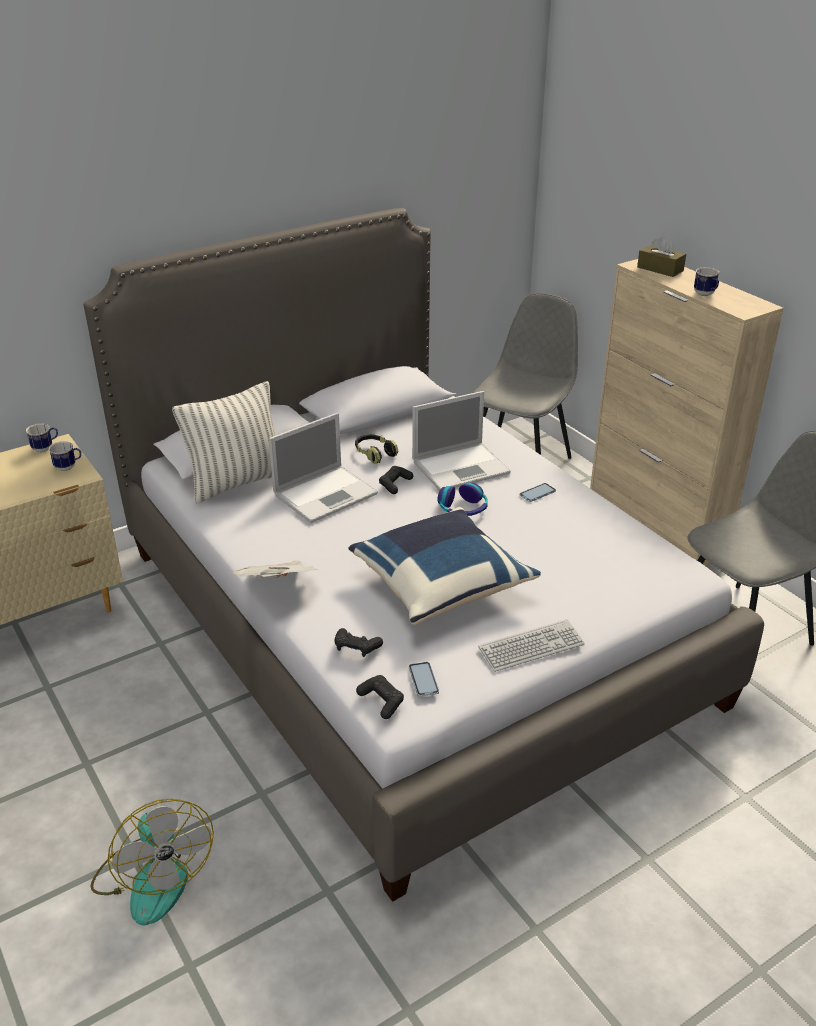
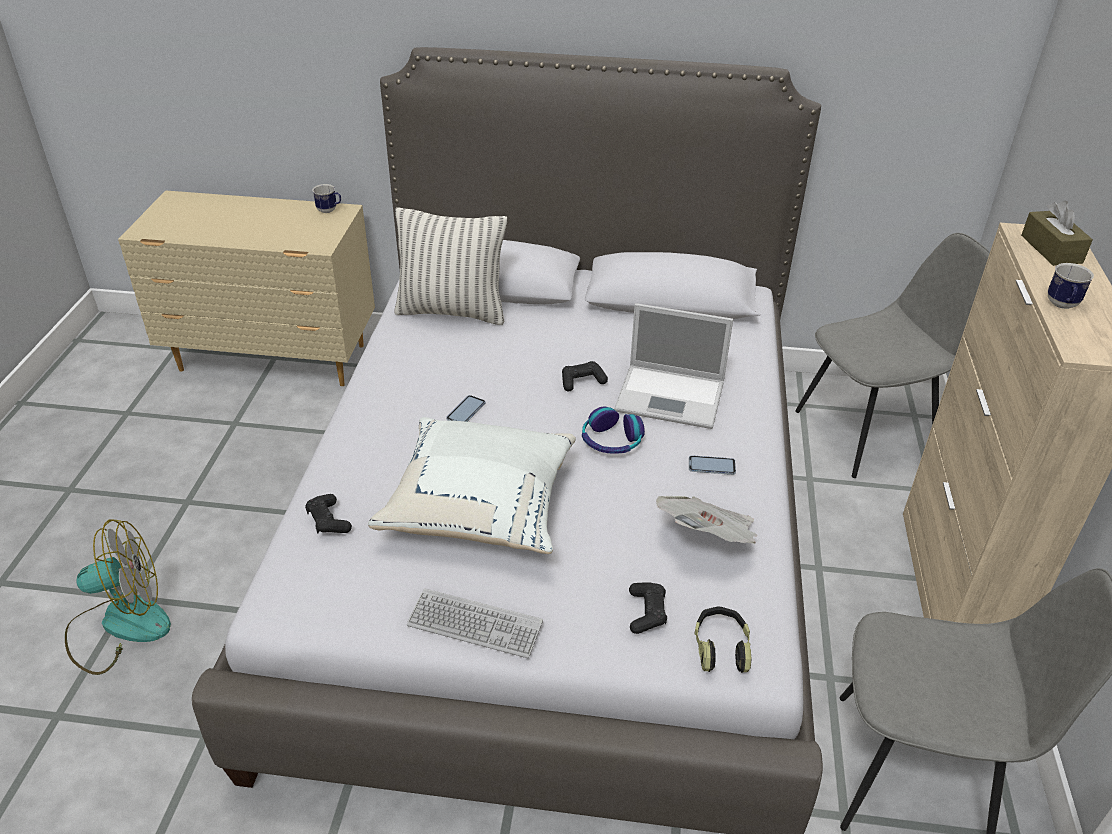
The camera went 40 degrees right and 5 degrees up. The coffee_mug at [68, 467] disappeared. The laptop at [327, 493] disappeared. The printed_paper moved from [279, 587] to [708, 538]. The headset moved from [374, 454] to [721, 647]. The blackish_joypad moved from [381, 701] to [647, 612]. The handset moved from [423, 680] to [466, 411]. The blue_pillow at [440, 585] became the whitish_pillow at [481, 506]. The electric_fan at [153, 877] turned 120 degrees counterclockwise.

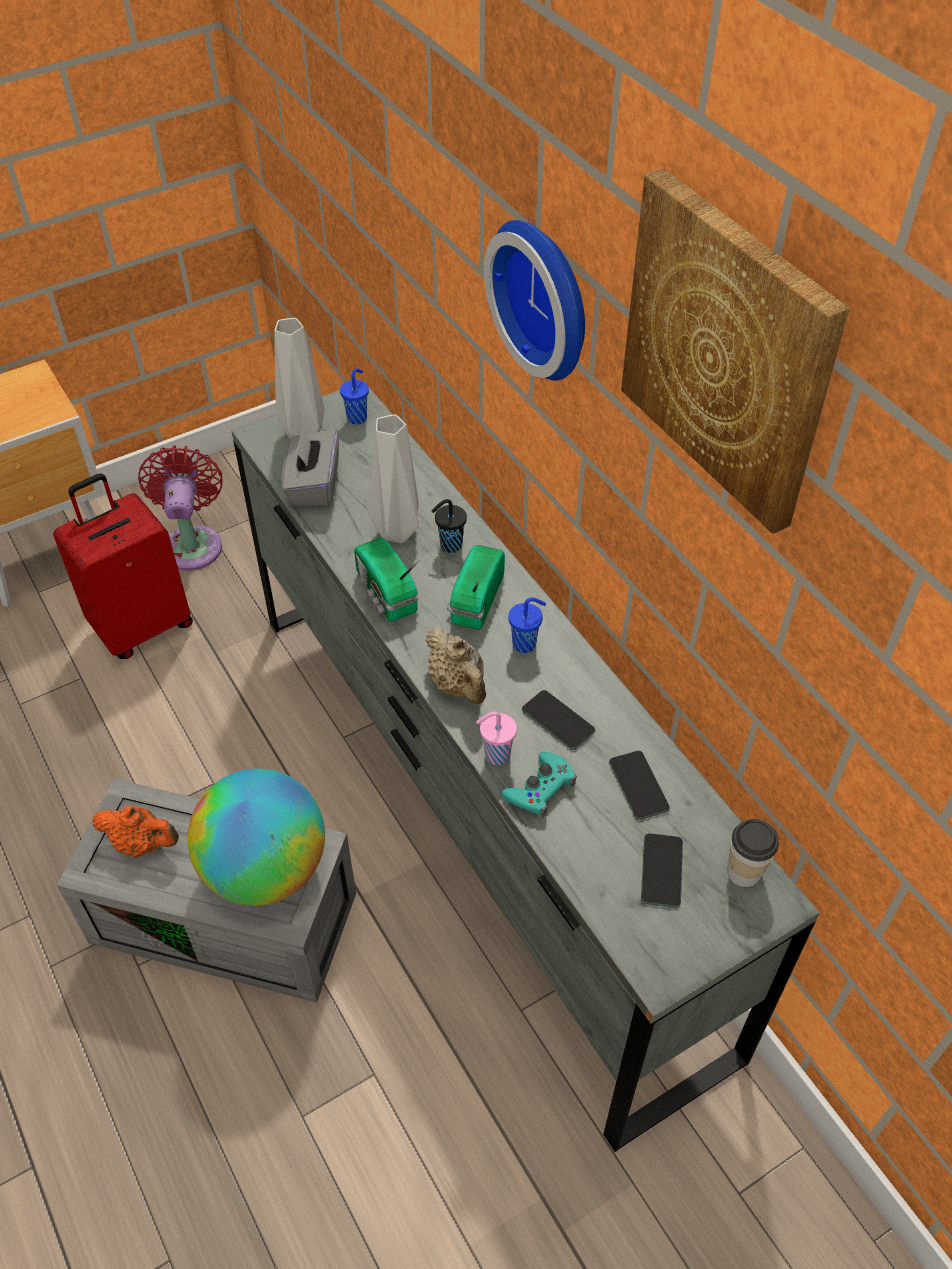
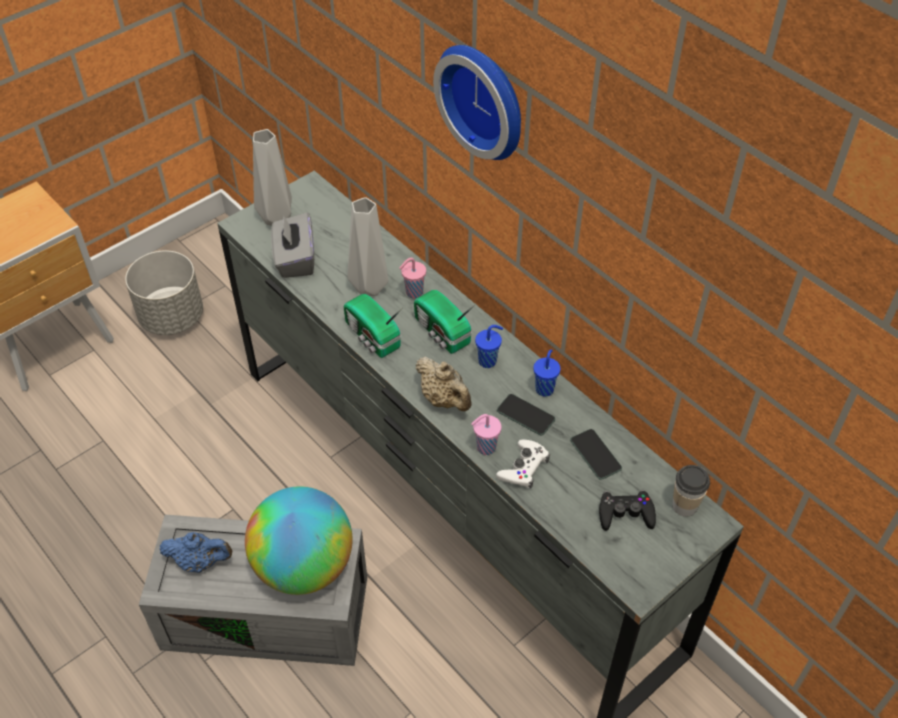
The camera went 10 degrees left and 0 degrees up. The reddish_travel_case at [141, 626] disappeared. The picture at [729, 351] disappeared. The blue_drinking_cup moved from [357, 417] to [544, 388]. The reddish_electric_fan at [193, 543] was replaced by the greyish_planter at [171, 317]. The handset at [661, 870] was replaced by the blackish_joypad at [625, 514]. The orangey_tea_pot at [142, 843] became the blue_tea_pot at [200, 561]. The blackish_drinking_cup at [449, 545] became the pinkish_drinking_cup at [413, 293]. The turquoise_joypad at [540, 789] became the whitish_joypad at [523, 468]. The radio_receiver at [474, 600] turned 45 degrees counterclockwise.

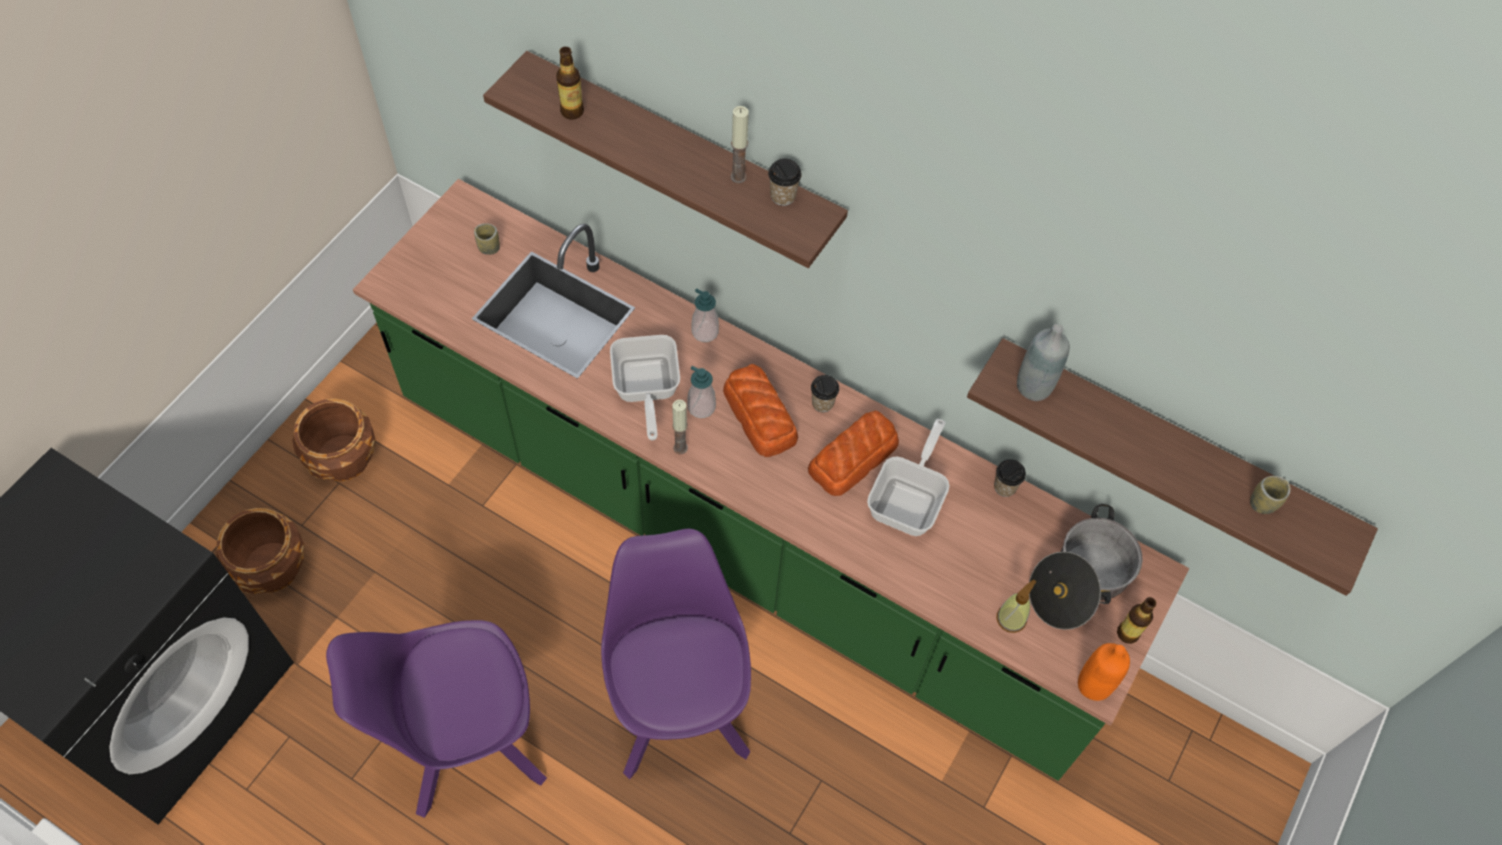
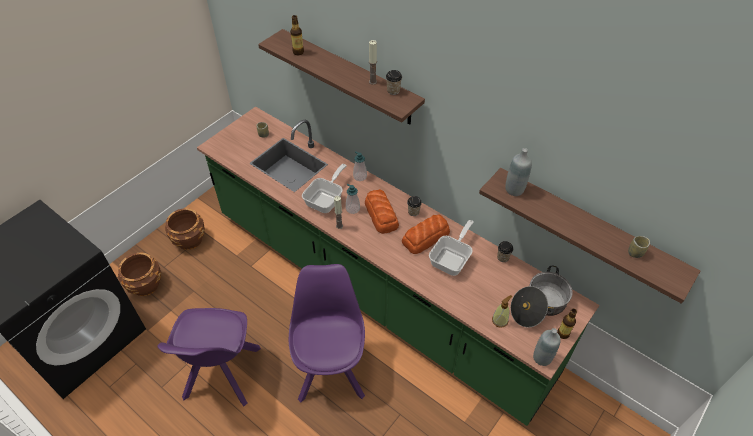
The camera went 10 degrees right and 10 degrees down. The orangey_beverage_bottle at [1093, 685] became the greyish_beverage_bottle at [542, 358]. The purplish_upright_chair at [465, 741] turned 75 degrees counterclockwise. The pan at [645, 390] turned 150 degrees counterclockwise.

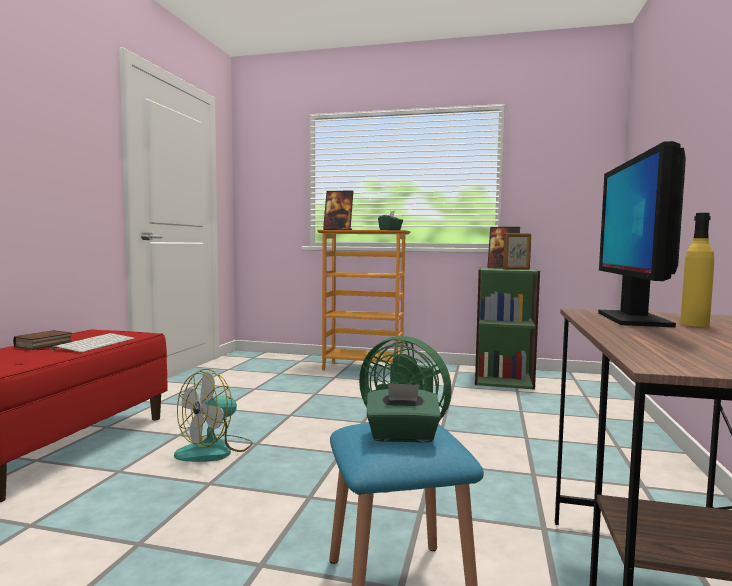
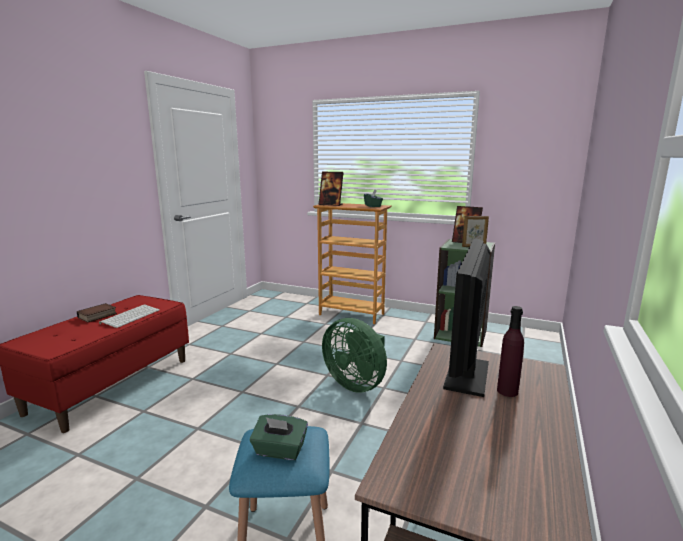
The camera went 10 degrees right and 10 degrees up. The electric_fan at [215, 450] disappeared. The yellow_beverage_bottle at [694, 324] became the purplish_beverage_bottle at [507, 391].

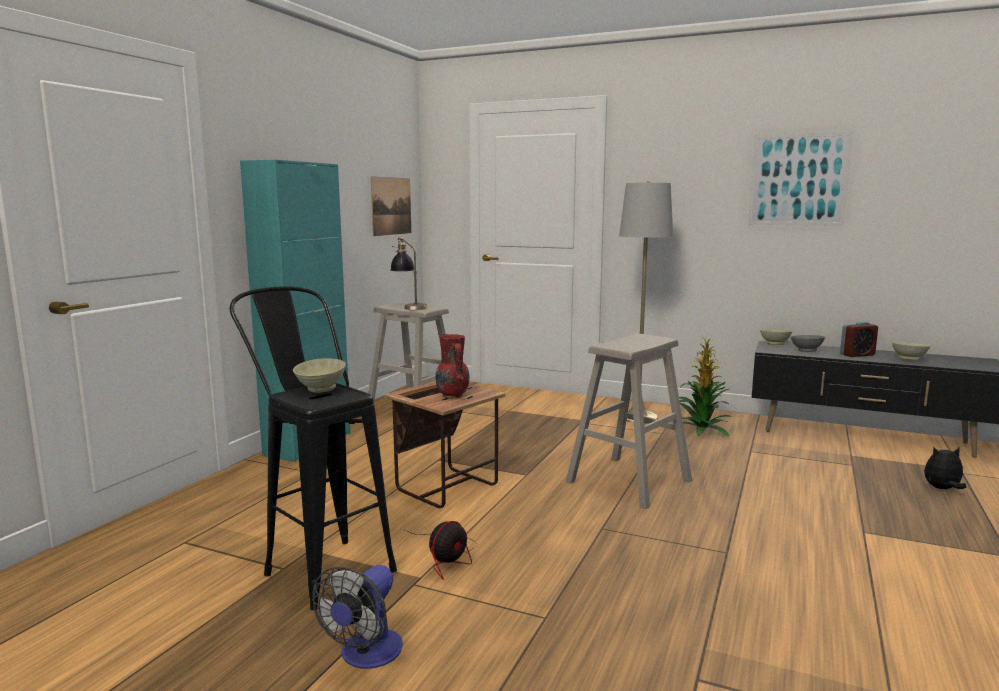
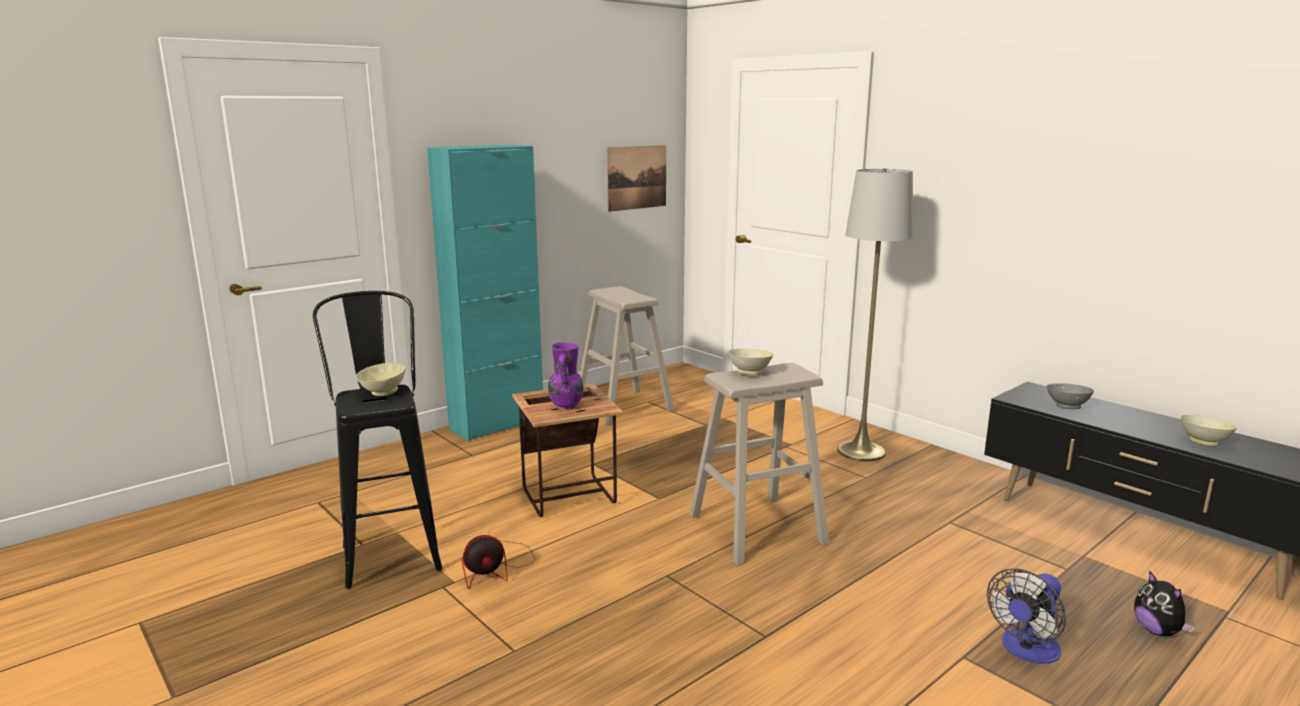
The camera went 25 degrees right and 5 degrees up. The tabletop_lamp at [409, 307] disappeared. The plant_in_a_pot at [701, 429] disappeared. The picture at [798, 179] disappeared. The table_clock at [857, 355] disappeared. The electric_fan moved from [365, 656] to [1026, 651]. The beige-coloured_deep_dish moved from [775, 344] to [750, 372]. The reddish_vase at [452, 396] became the purplish_vase at [566, 407]. The cuddly_toy at [942, 489] turned 135 degrees counterclockwise.

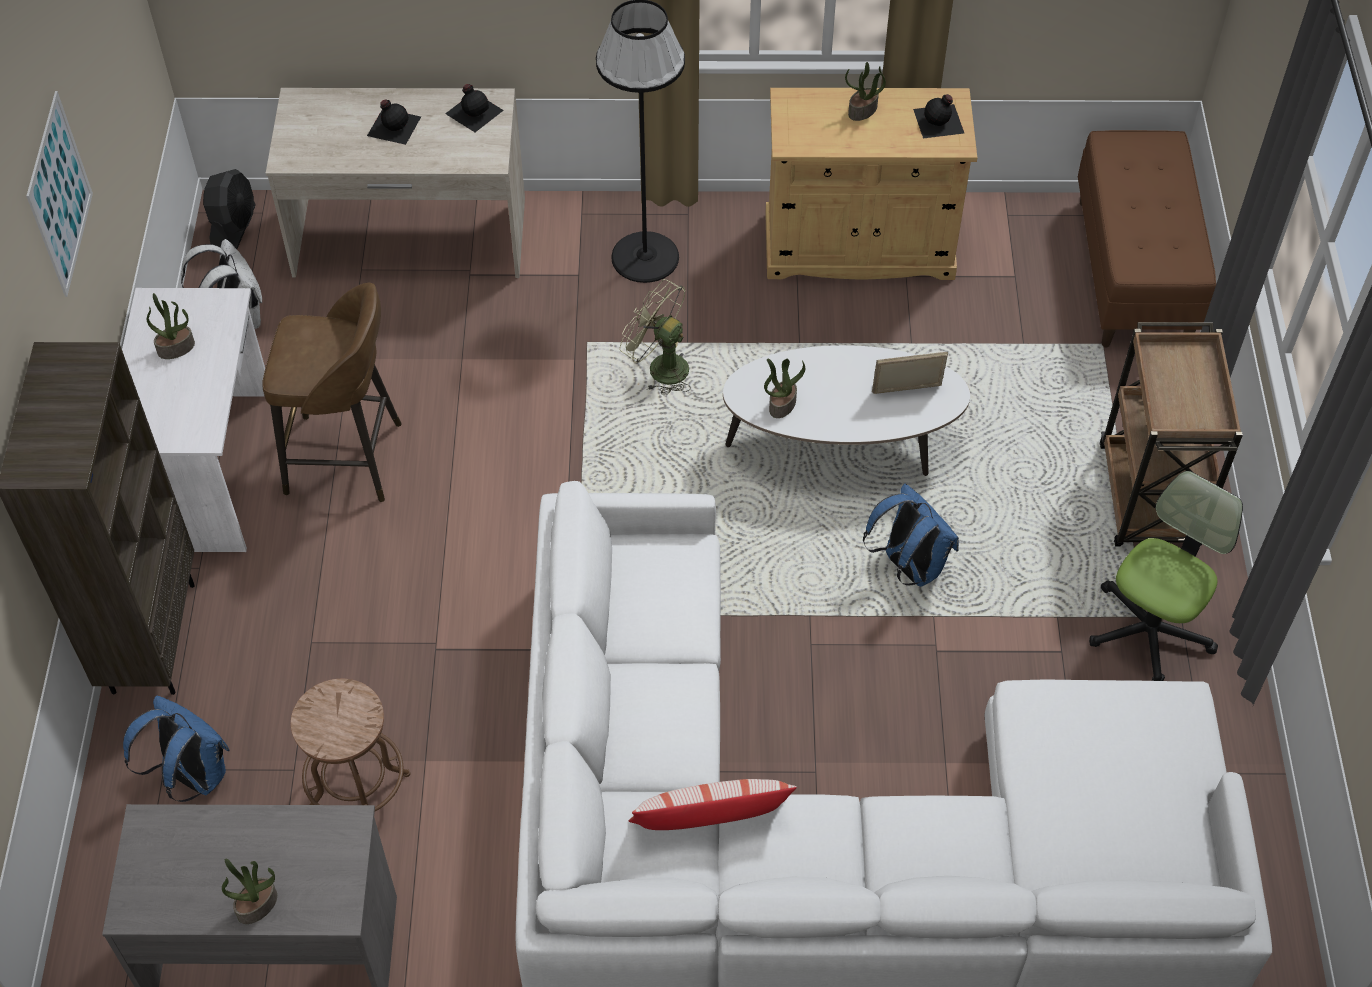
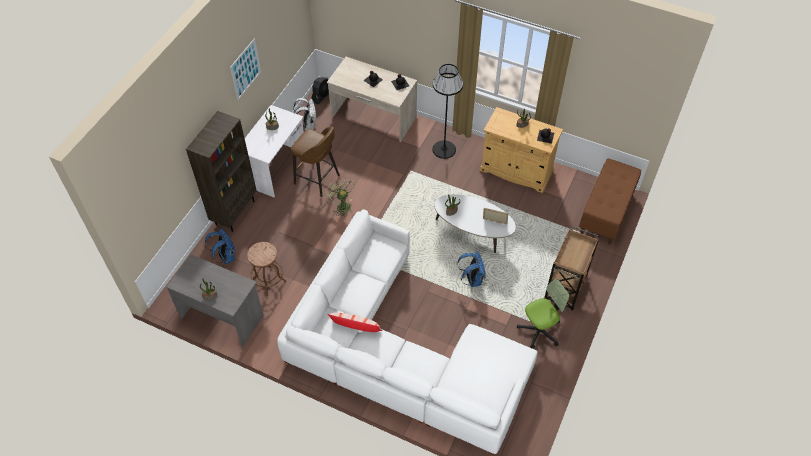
The camera went 25 degrees right and 0 degrees up. The green-coloured_electric_fan moved from [660, 367] to [341, 205].

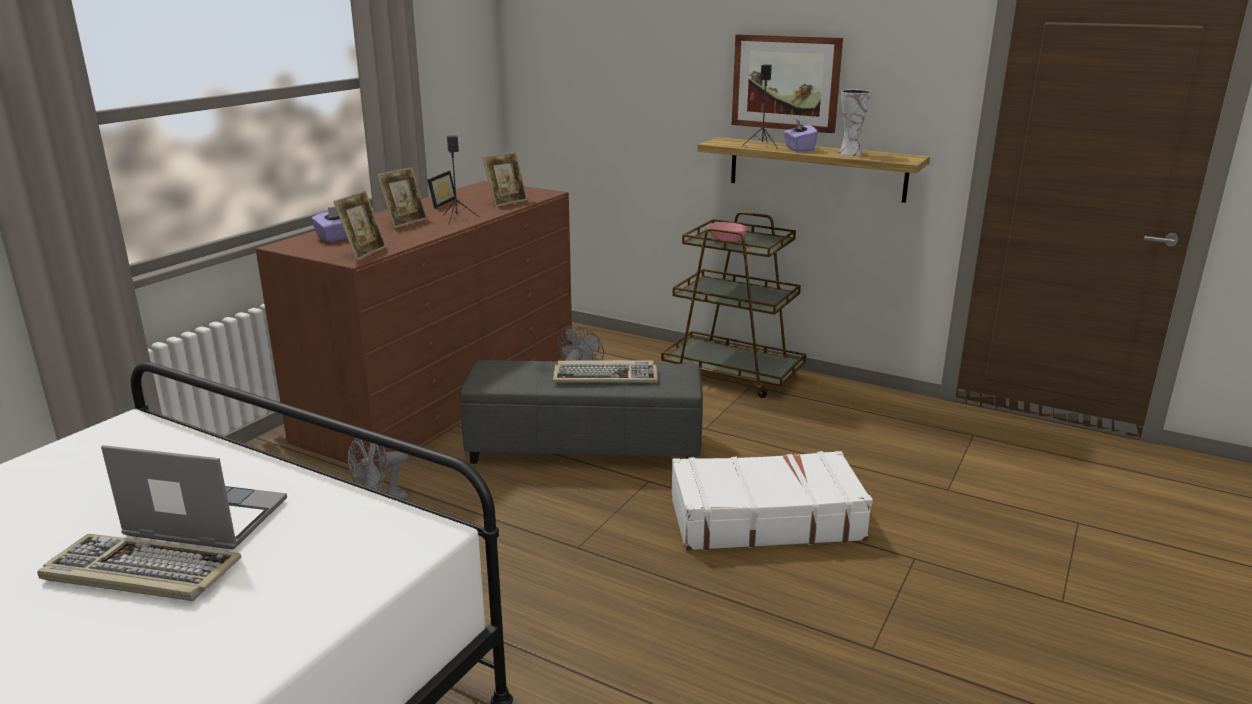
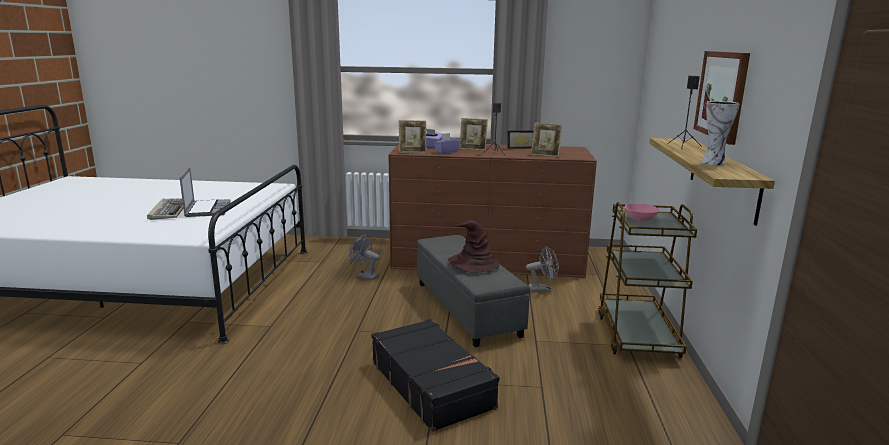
The camera went 65 degrees right and 5 degrees down. The purplish_tissue_holder moved from [799, 149] to [446, 152]. The computer_keyboard at [606, 376] was replaced by the brownish_clothing_hat at [472, 264]. The whitish_travel_case at [764, 518] became the blackish_travel_case at [432, 384].

